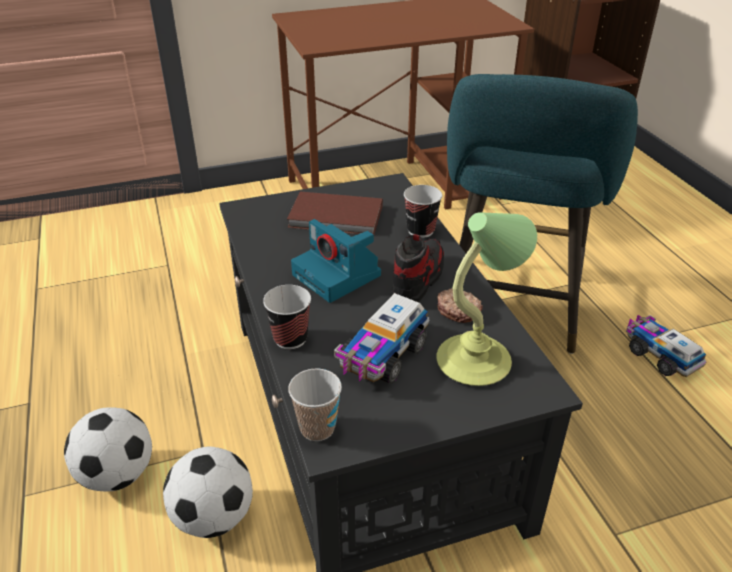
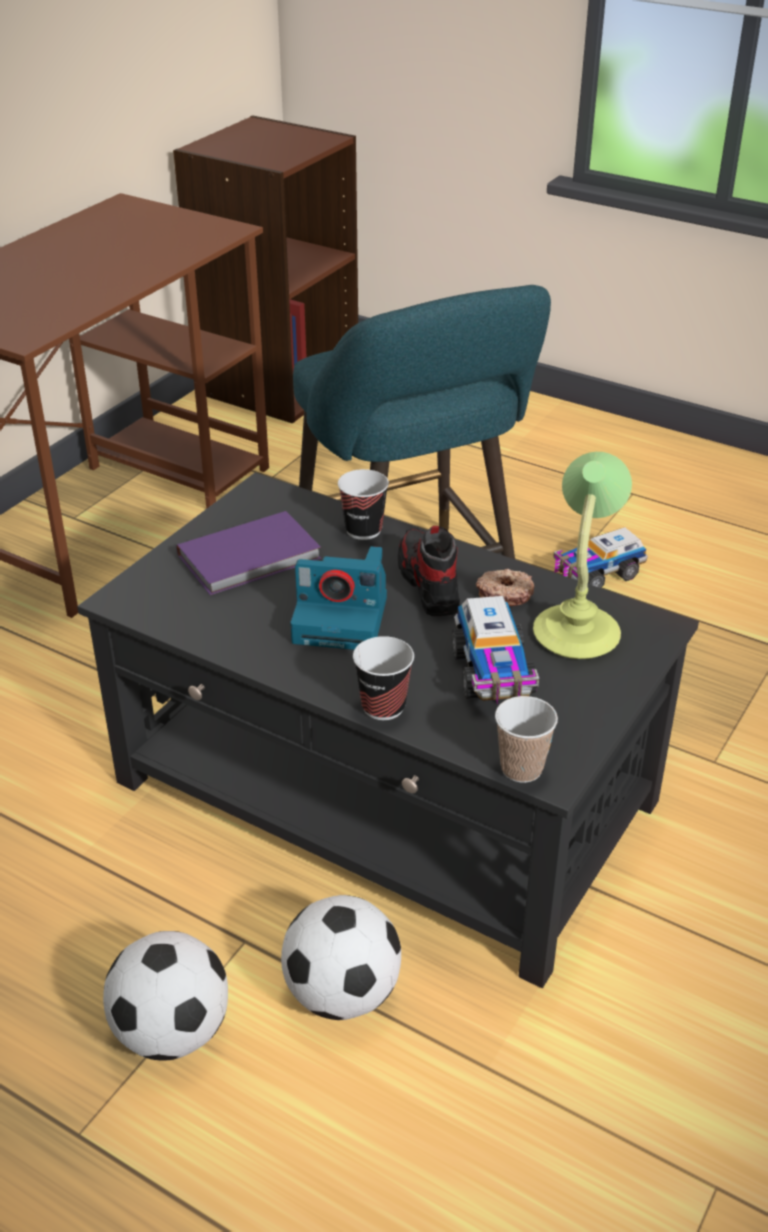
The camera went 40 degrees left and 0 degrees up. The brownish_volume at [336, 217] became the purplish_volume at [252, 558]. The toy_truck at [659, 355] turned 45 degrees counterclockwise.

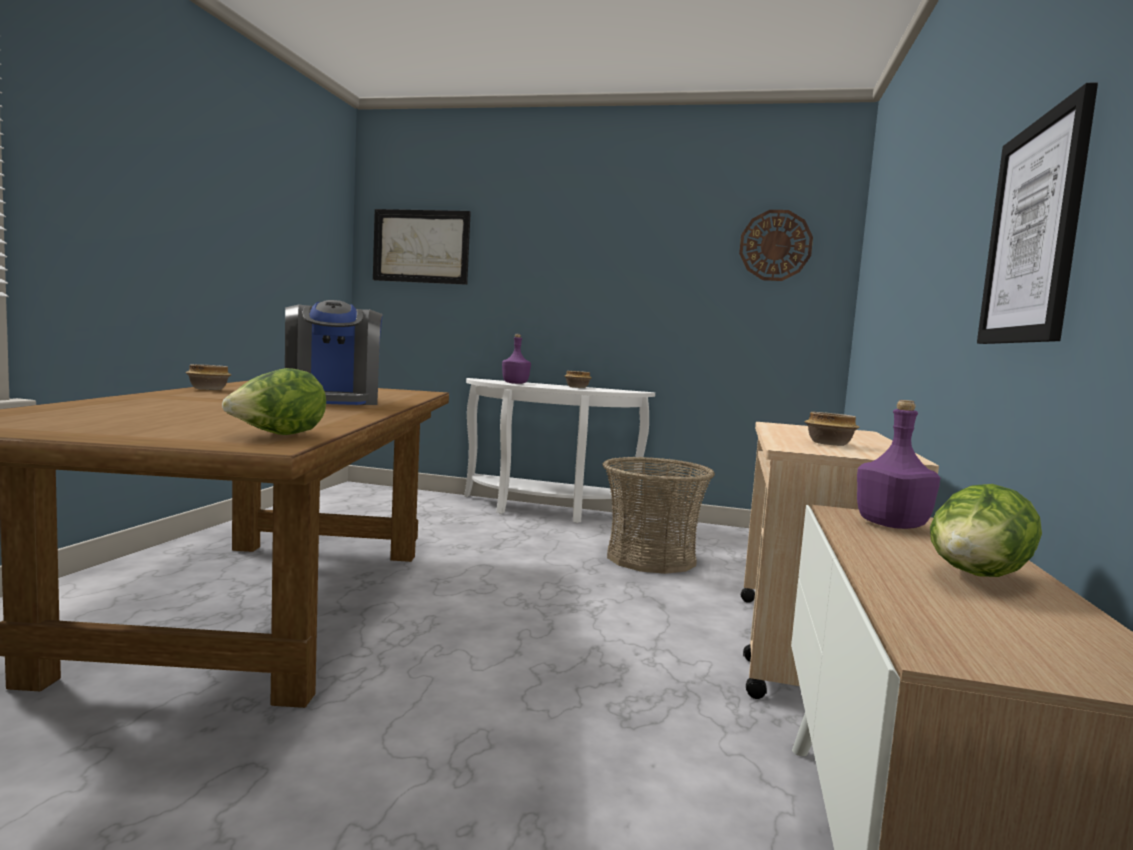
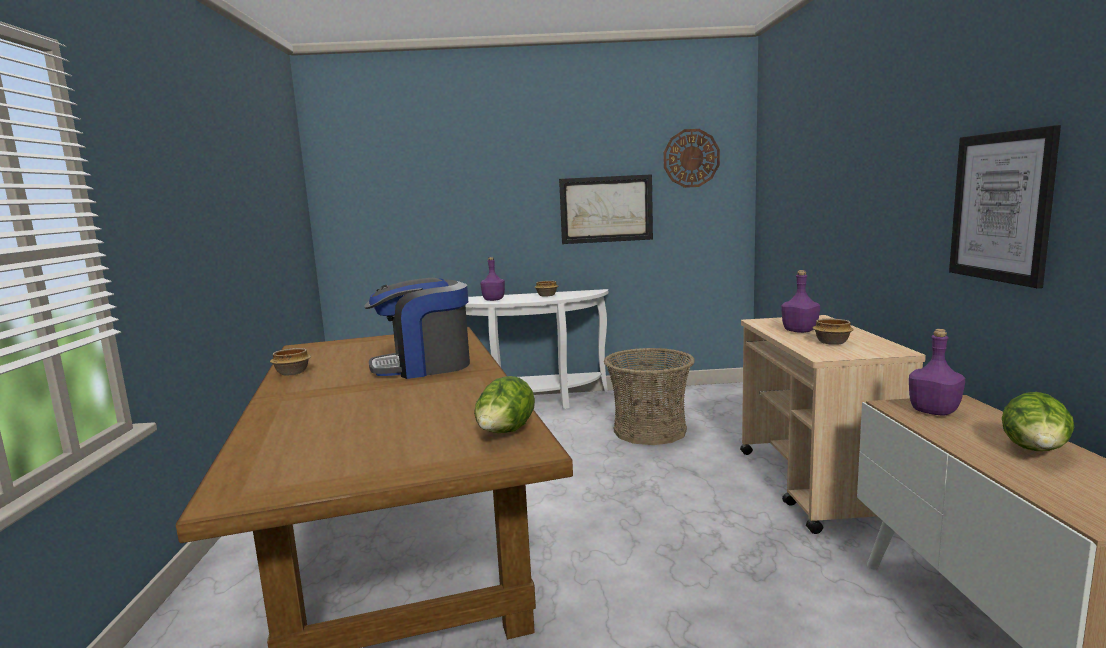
The camera went 15 degrees left and 5 degrees up. The purplish_beverage_bottle at [799, 331] appeared. The picture moved from [421, 246] to [606, 209]. The coffee_machine at [332, 401] turned 105 degrees clockwise.

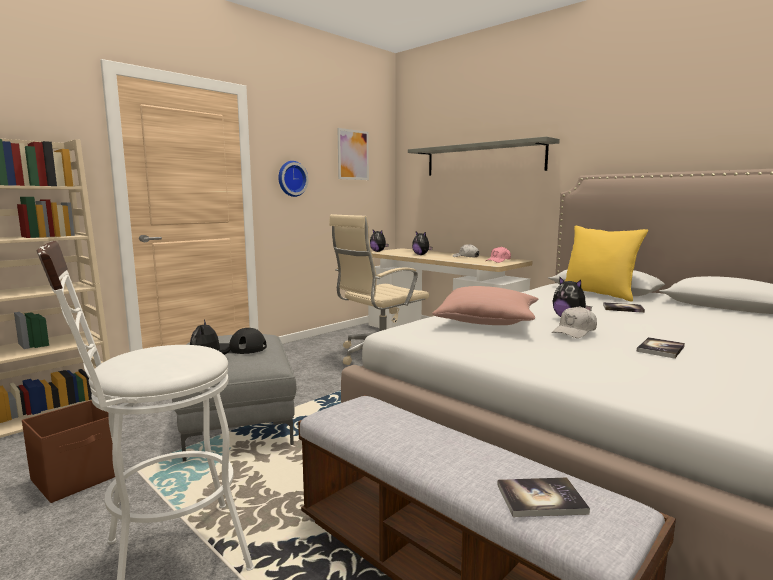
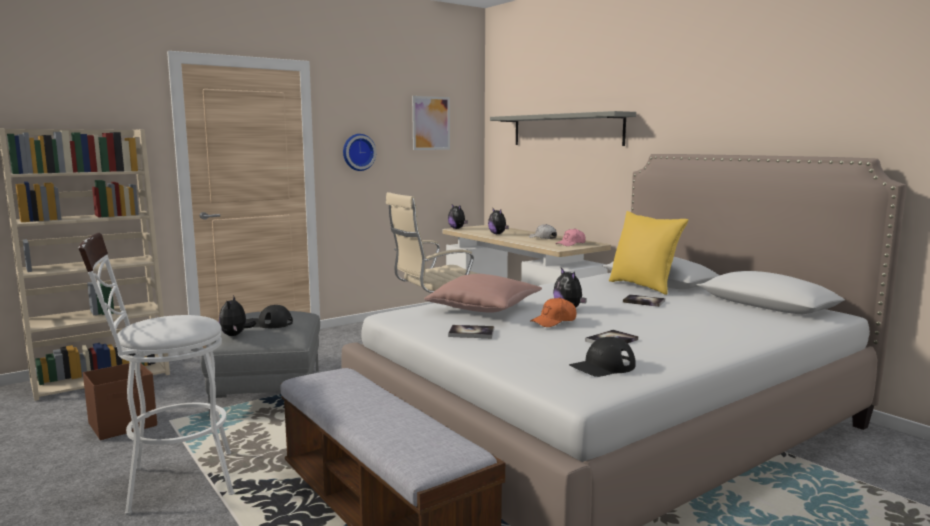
The camera went 10 degrees right and 0 degrees up. The blackish_peaked_cap at [602, 366] appeared. The volume moved from [541, 499] to [471, 333]. The whitish_peaked_cap at [574, 332] became the orangey_peaked_cap at [554, 321].

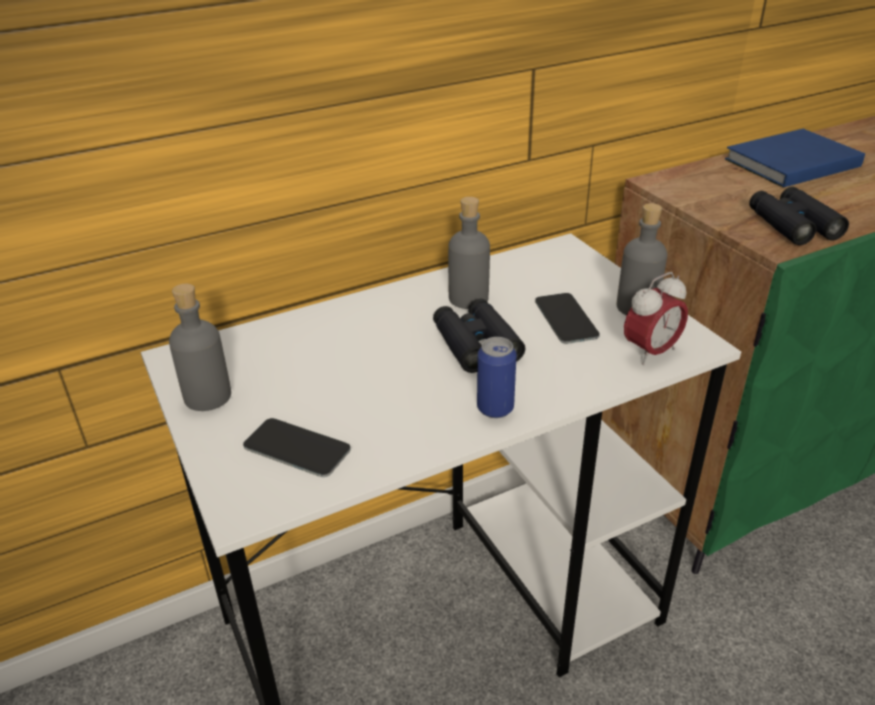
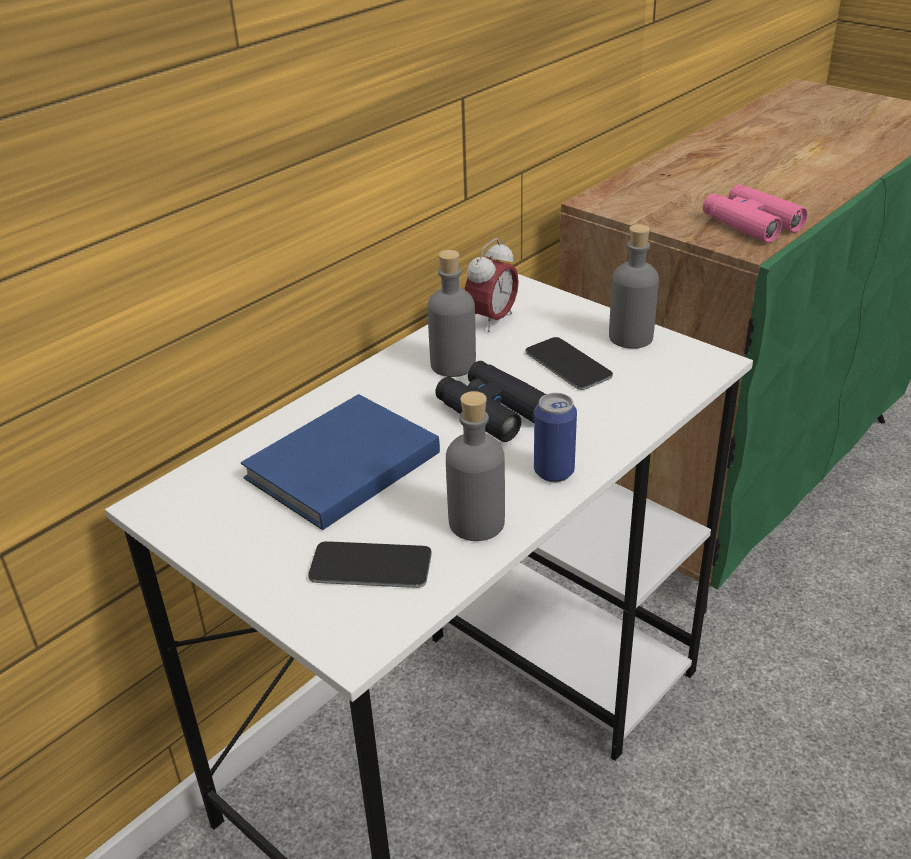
The camera went 20 degrees left and 0 degrees up. The greyish_beverage_bottle moved from [208, 396] to [476, 522]. The table_clock moved from [650, 352] to [492, 320]. The blue_volume moved from [788, 163] to [337, 466]. The blackish_field_glasses at [793, 225] became the pinkish_field_glasses at [751, 223].

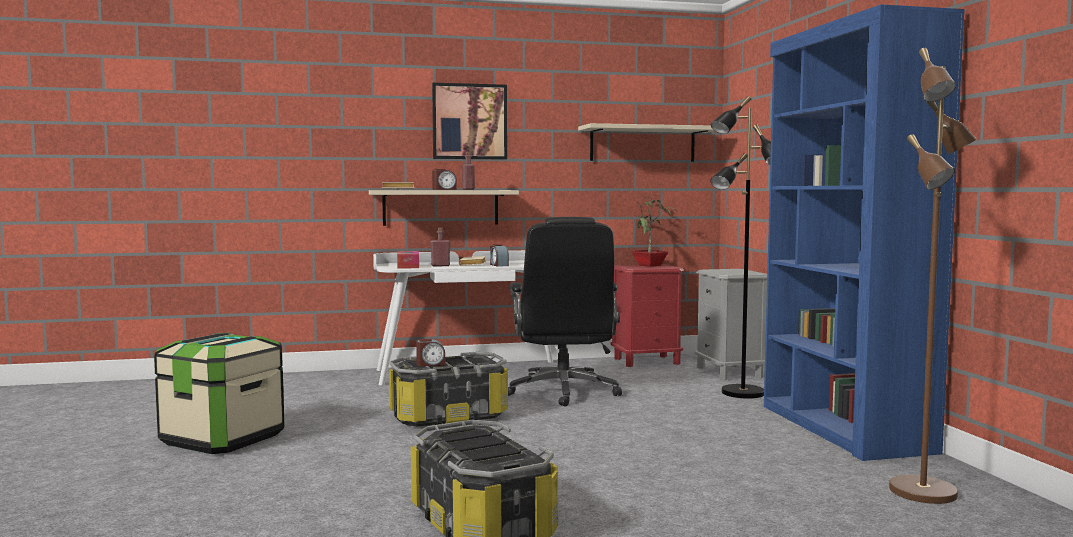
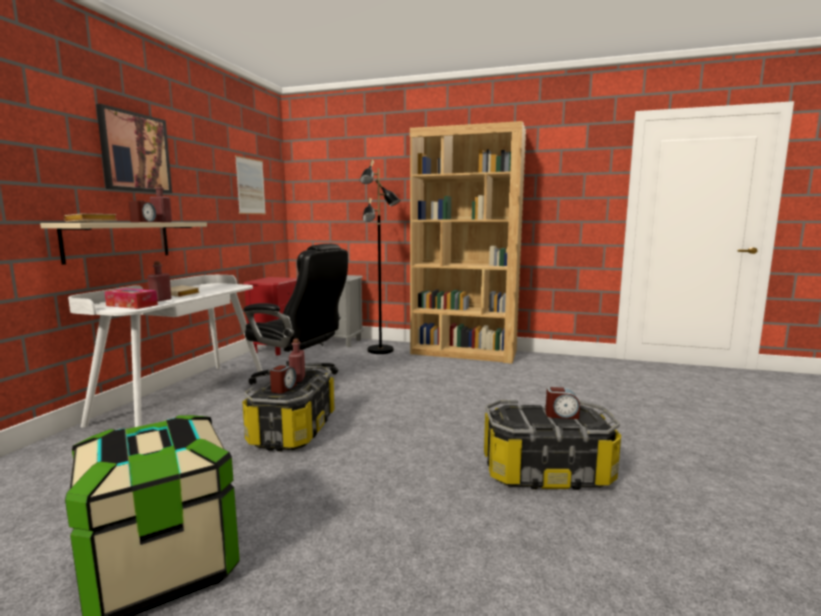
The camera went 60 degrees left and 5 degrees up. The plant_in_a_pot at [651, 265] disappeared. The brownish_standing_lamp at [925, 492] disappeared. The reddish_beverage_bottle at [297, 379] appeared. The table_clock moved from [498, 265] to [561, 415]. The beige-coloured_wall_shelf at [642, 144] was replaced by the picture at [250, 186]. The blue_bookshelf at [843, 428] became the brownish_bookshelf at [464, 352].

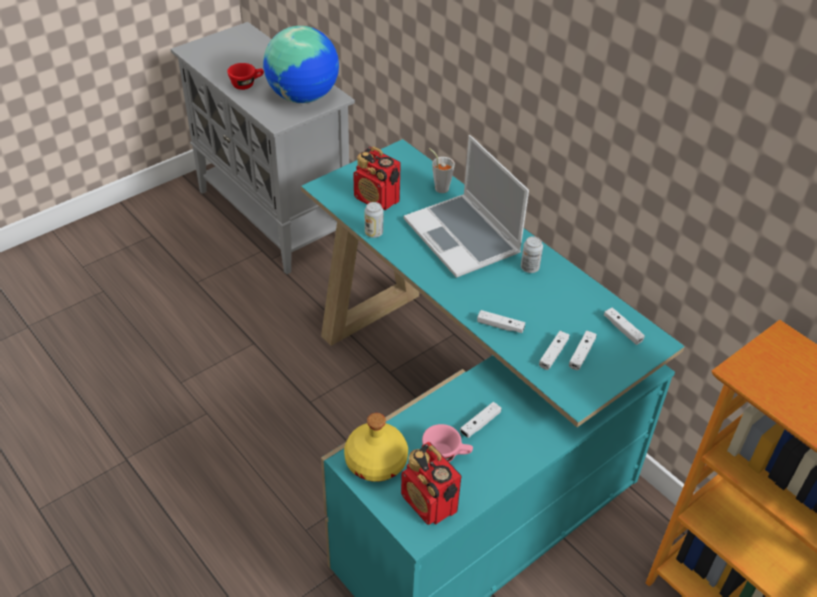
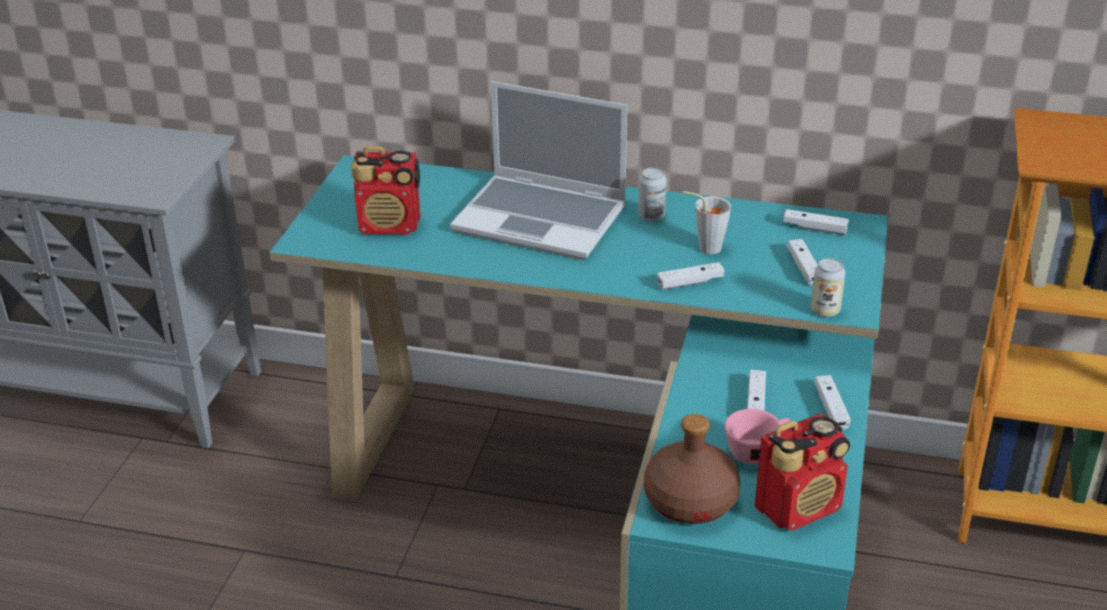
The camera went 35 degrees left and 10 degrees down. The reddish_drinking_cup at [247, 84] disappeared. The world_globe at [303, 97] disappeared. The can moved from [374, 233] to [825, 310]. The greyish_drinking_cup moved from [439, 187] to [704, 247]. The whitish_joypad moved from [553, 354] to [831, 408]. The yellow_beverage_bottle at [376, 462] became the brownish_beverage_bottle at [691, 501]. The radio_receiver at [429, 504] turned 45 degrees counterclockwise.

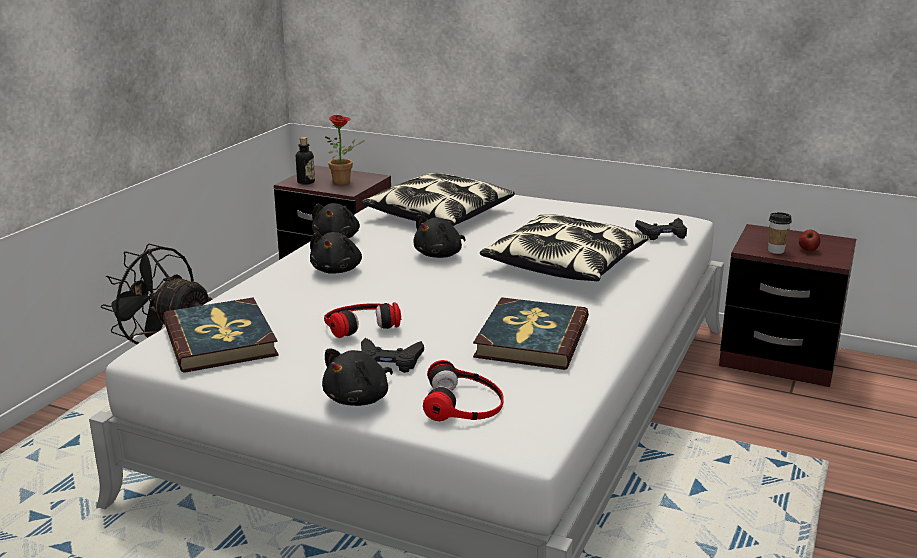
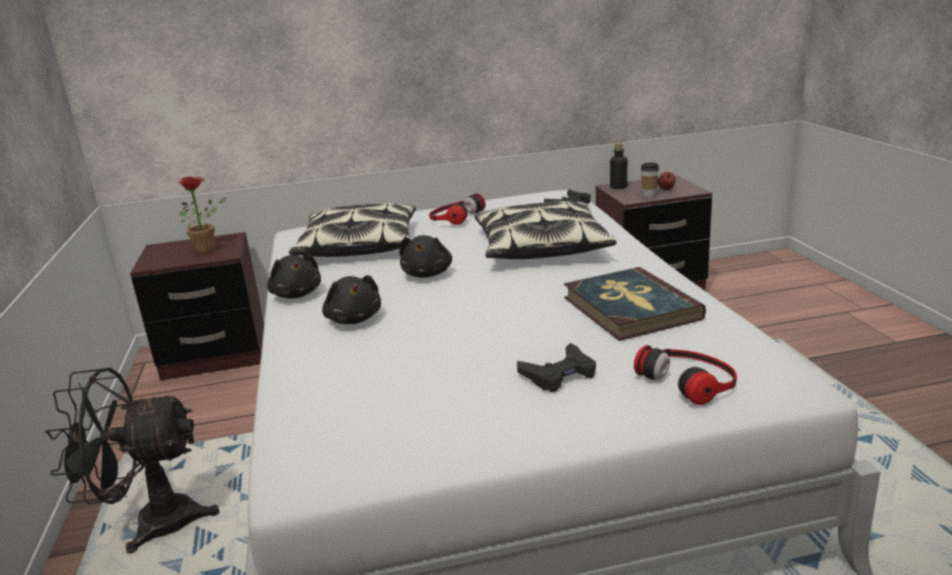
The camera went 35 degrees left and 0 degrees up. The volume at [221, 340] disappeared. The blackish_cuddly_toy at [359, 399] disappeared. The beverage_bottle moved from [306, 182] to [618, 187]. The headset moved from [360, 323] to [454, 216].

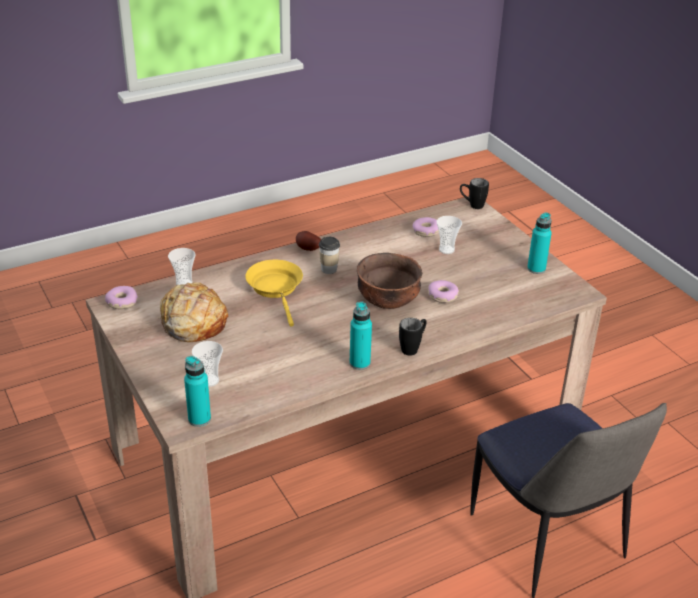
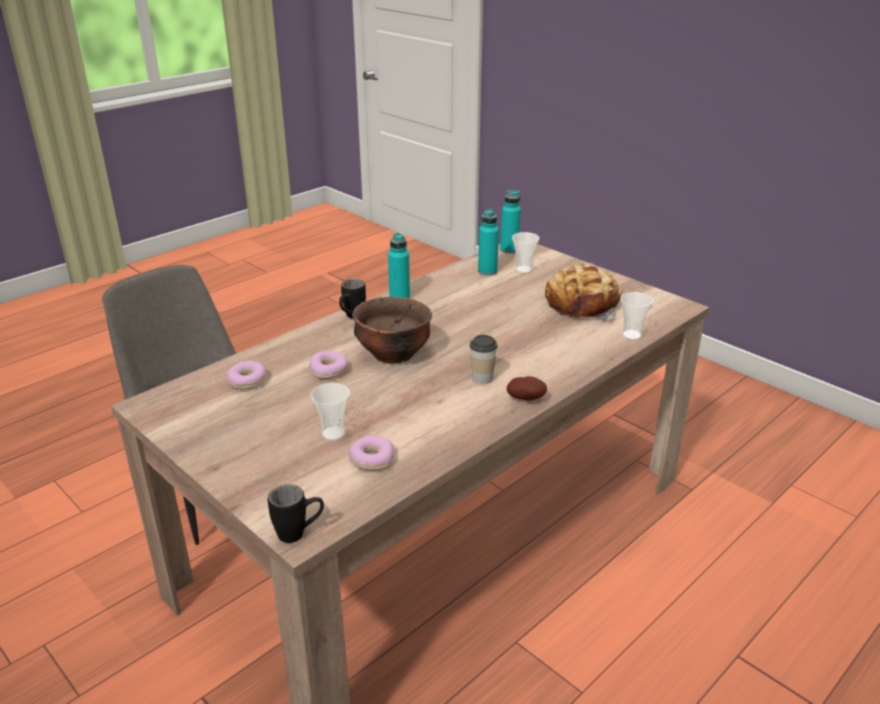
The camera went 165 degrees right and 5 degrees down. The yellow_pan at [276, 289] disappeared. The donut moved from [121, 302] to [247, 381]. The turquoise_beverage_bottle moved from [536, 269] to [487, 271].

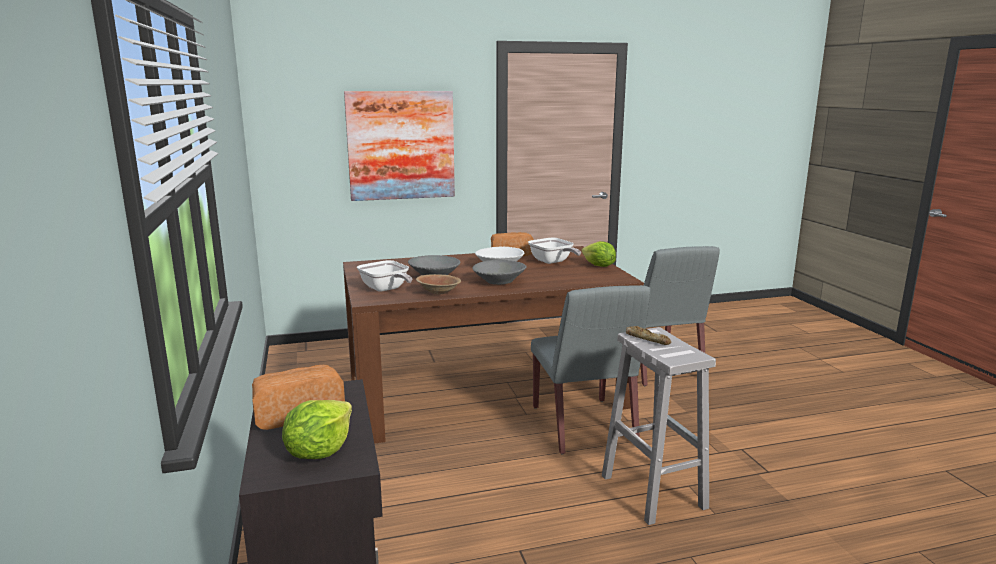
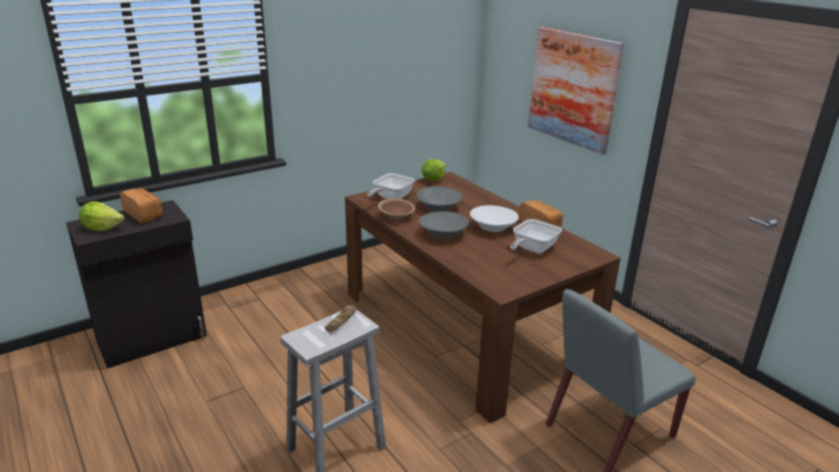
The camera went 70 degrees right and 10 degrees up. The greyish_upright_chair at [584, 426] disappeared. The lettuce_head moved from [598, 266] to [433, 179].

